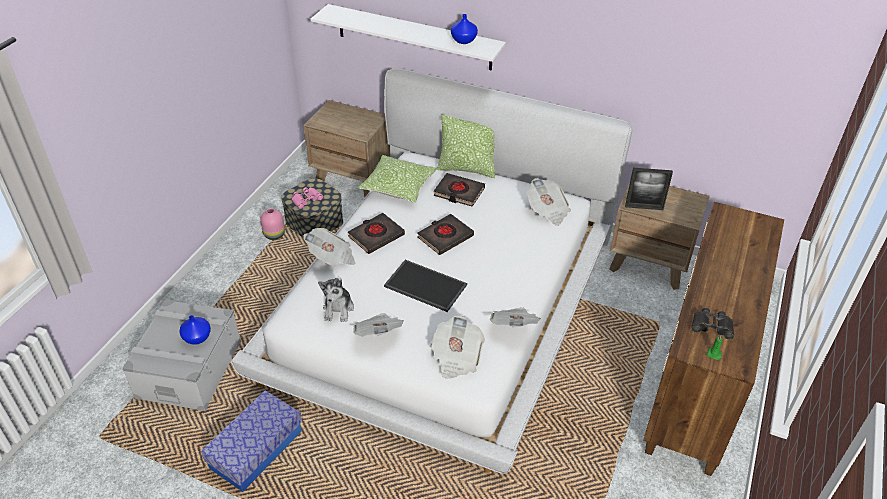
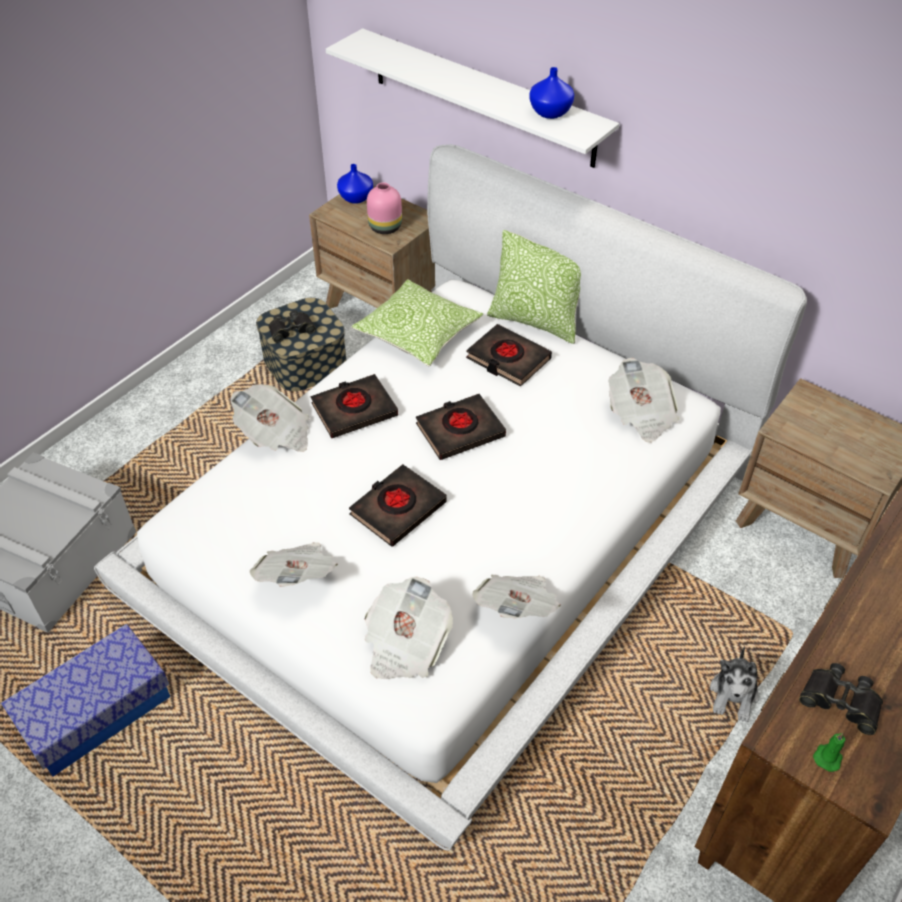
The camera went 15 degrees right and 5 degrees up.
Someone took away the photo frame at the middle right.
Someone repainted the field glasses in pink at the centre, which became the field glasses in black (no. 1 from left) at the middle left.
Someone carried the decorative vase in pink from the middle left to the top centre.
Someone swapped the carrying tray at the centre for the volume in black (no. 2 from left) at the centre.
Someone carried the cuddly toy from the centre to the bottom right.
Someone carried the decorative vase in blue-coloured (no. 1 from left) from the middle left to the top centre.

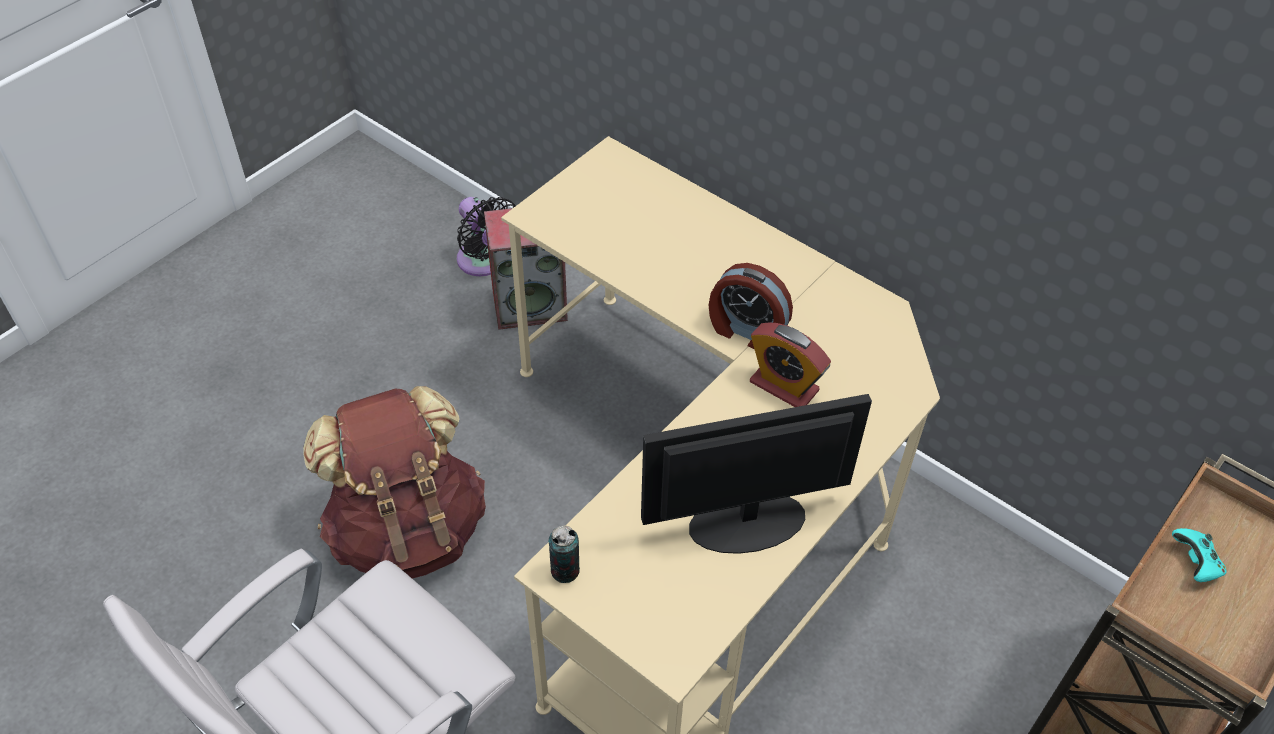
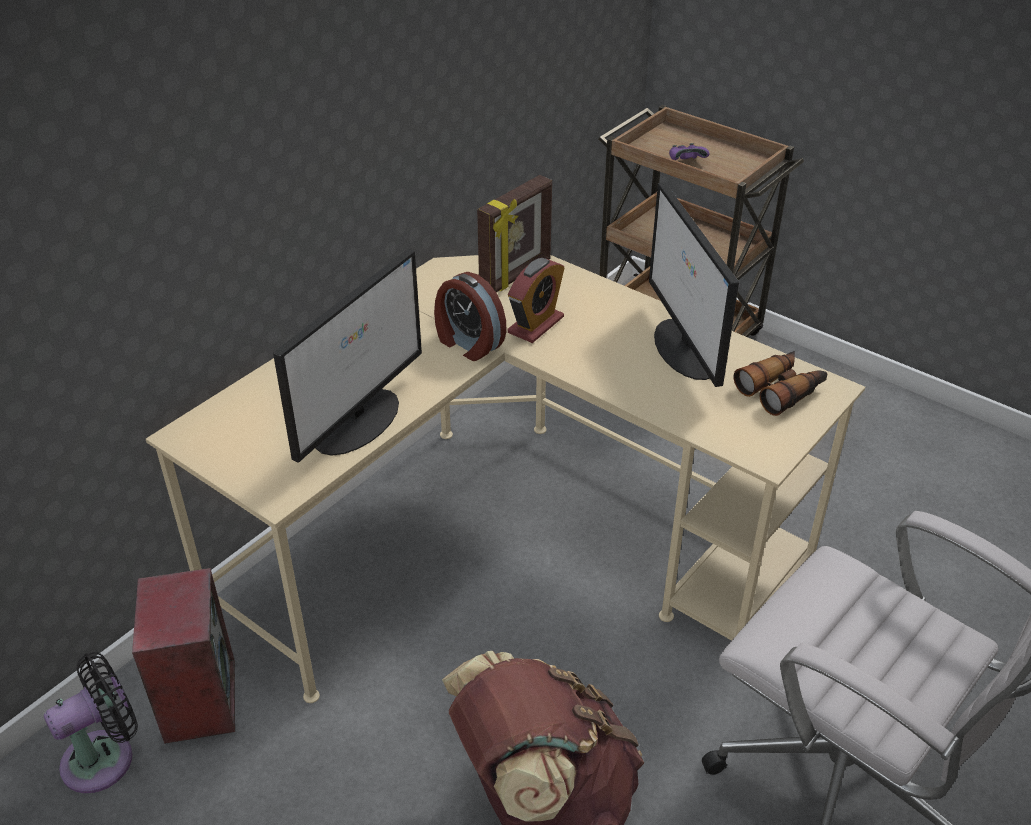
The camera went 90 degrees left and 10 degrees down.
Someone rotated the table clock (no. 1 from left) at the centre by 105 degrees clockwise.
Someone took away the sealed can at the bottom centre.
Someone repainted the game controller in blue-green at the bottom right, which became the game controller in purplish at the top right.
Someone put down the photo frame at the top centre.
Someone put down the computer display (no. 1 from left) at the centre.
Someone put down the field glasses at the middle right.

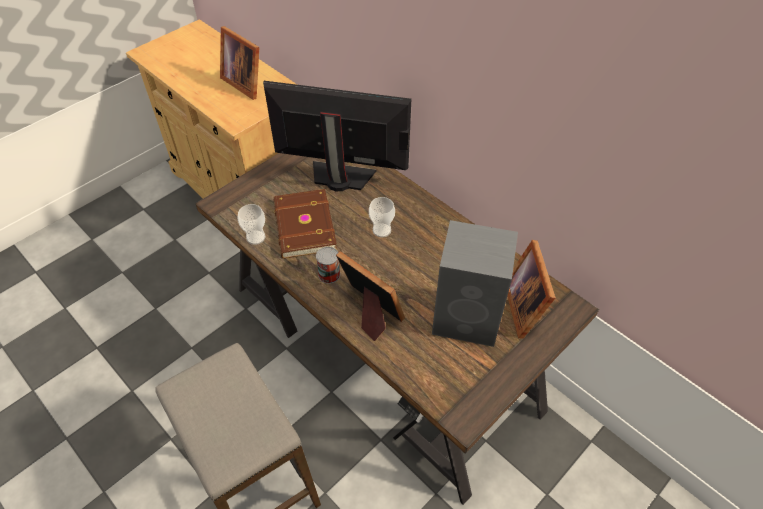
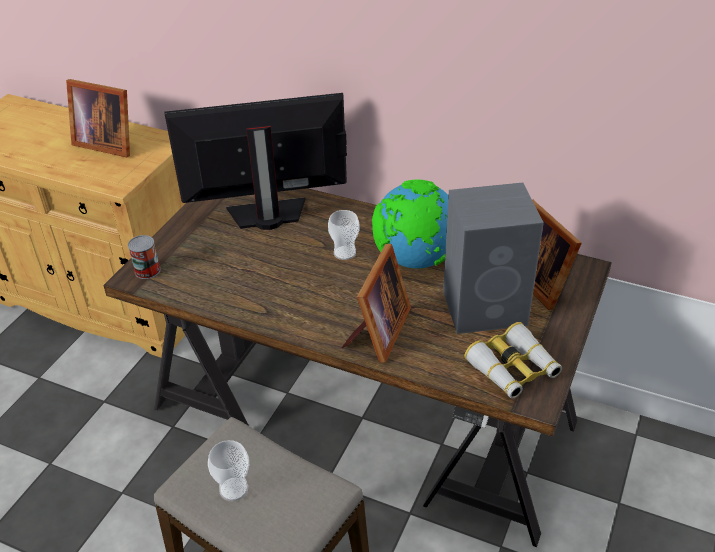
The camera went 20 degrees left and 10 degrees down.
Someone took away the volume in brown at the centre.
Someone carried the cup (no. 1 from left) from the middle left to the bottom left.
Someone carried the sealed can from the centre to the middle left.
Someone rotated the photo frame (no. 2 from left) at the centre by 90 degrees clockwise.
Someone put down the world globe at the centre.
Someone put down the field glasses at the middle right.

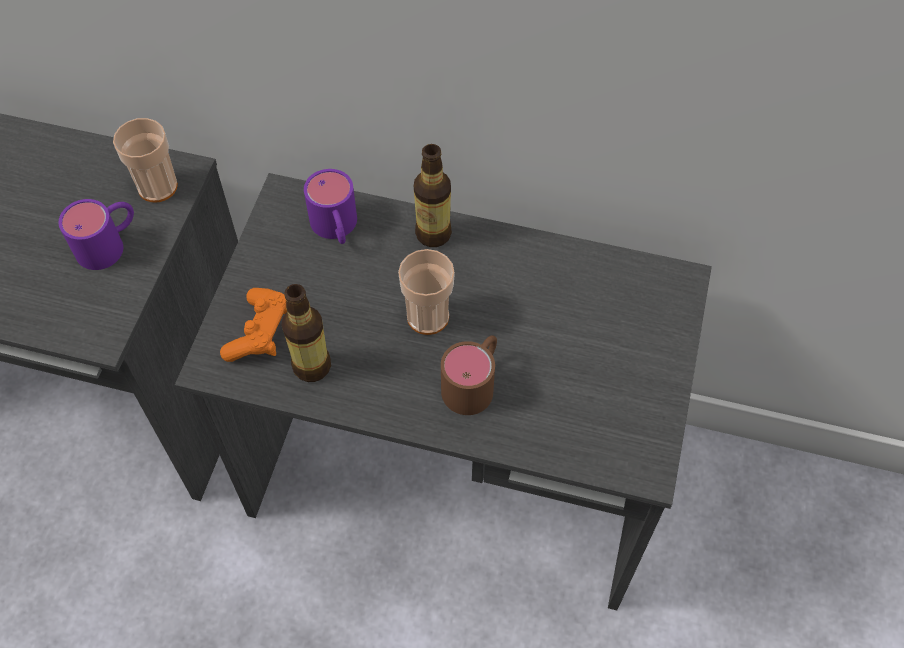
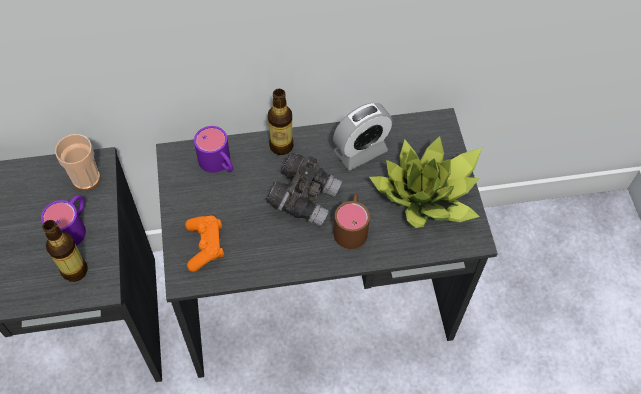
The camera went 25 degrees left and 0 degrees up.
Someone swapped the cup (no. 2 from left) at the centre for the field glasses in grey at the centre.
Someone carried the bottle (no. 1 from left) from the centre to the middle left.
Someone put down the table clock at the centre.
Someone put down the houseplant at the centre.

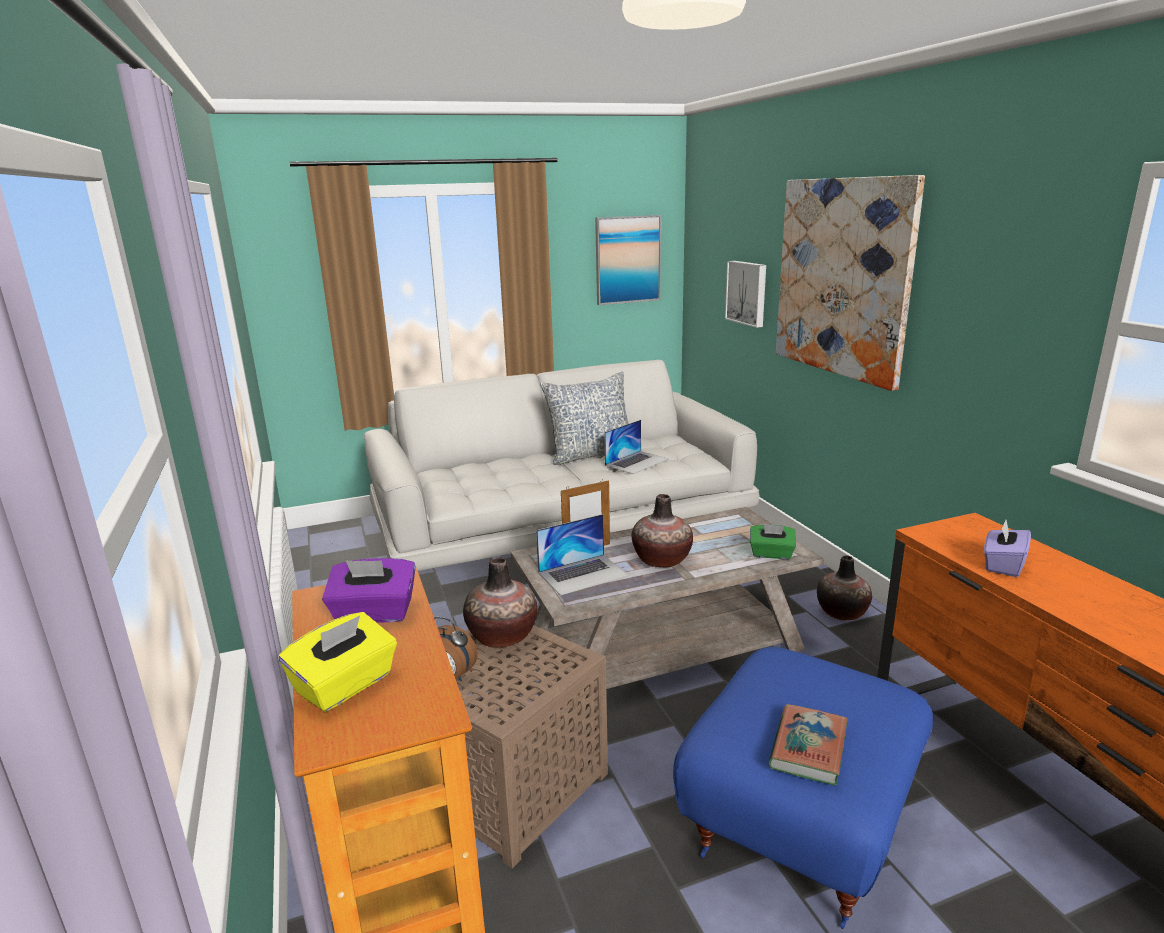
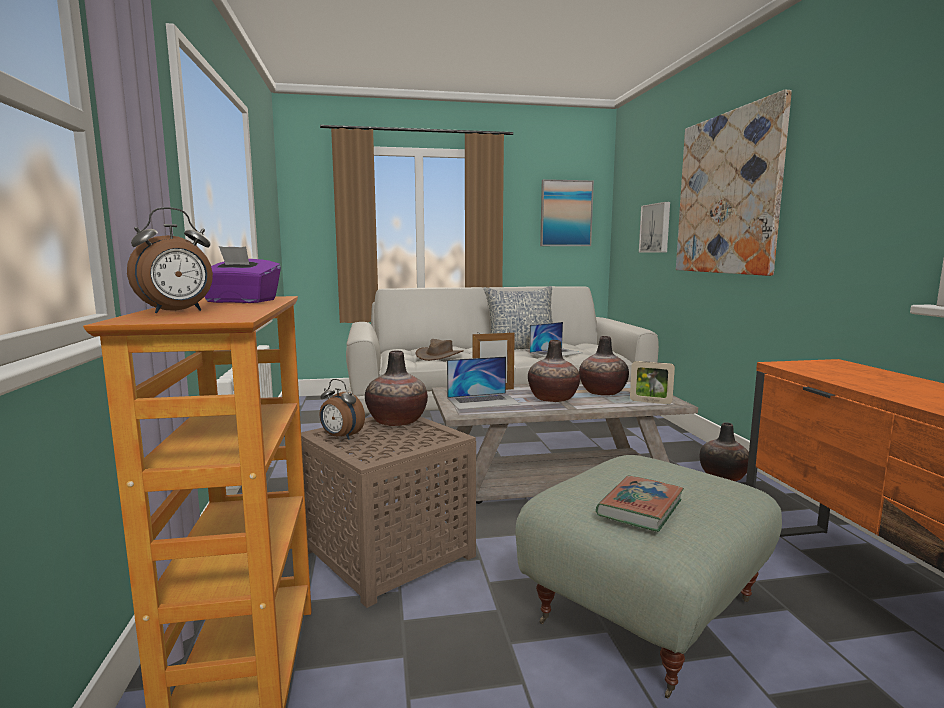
The camera went 10 degrees right and 10 degrees down.
Someone took away the box of tissues in purplish (no. 2 from left) at the middle right.
Someone swapped the box of tissues in green-coloured at the centre for the photo frame (no. 2 from left) at the middle right.
Someone swapped the box of tissues in yellowish at the bottom left for the table clock (no. 1 from left) at the middle left.
Someone repainted the footrest in blue-coloured at the bottom right, which became the footrest in grey at the bottom right.
Someone put down the decorative vase (no. 3 from left) at the centre.
Someone put down the clothing hat in brown at the centre.

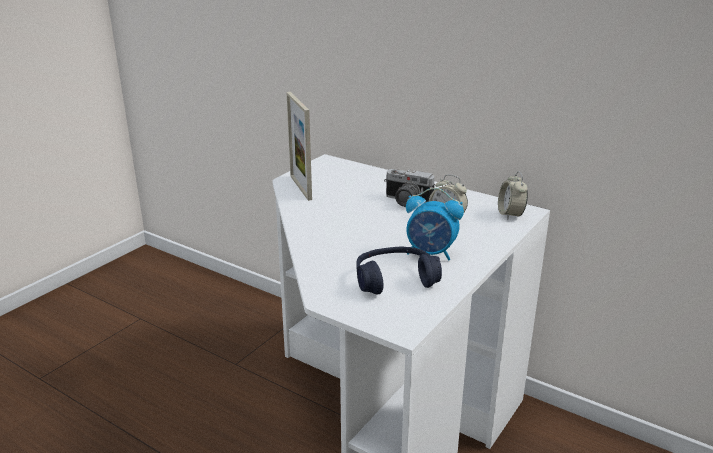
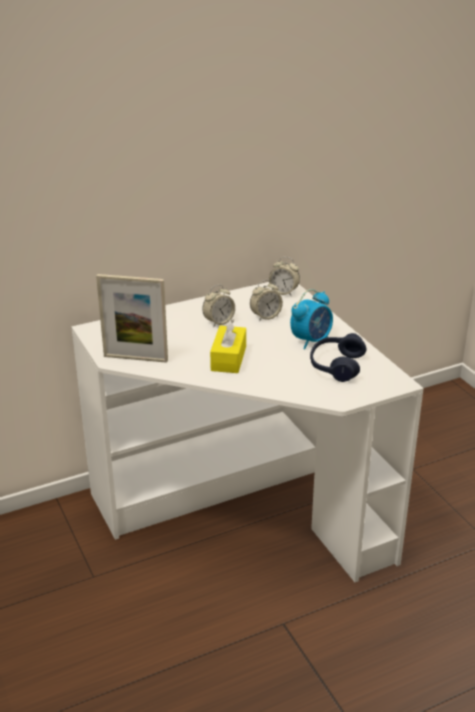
The camera went 60 degrees left and 5 degrees up.
Someone swapped the still camera at the centre for the table clock (no. 1 from left) at the centre.
Someone put down the box of tissues in yellowish at the centre.

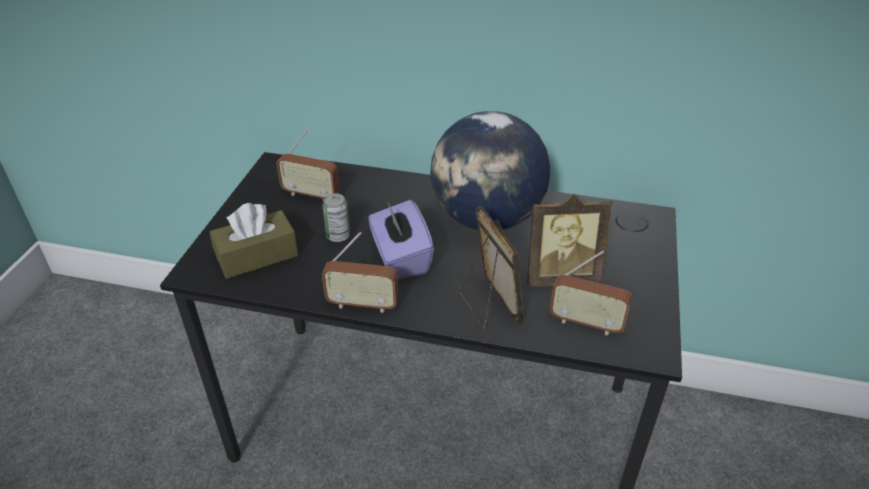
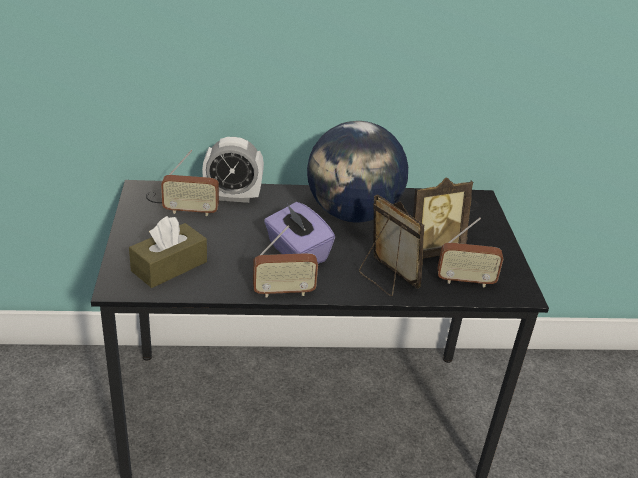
The camera went 20 degrees left and 5 degrees down.
Someone took away the sealed can at the centre.
Someone put down the table clock at the centre.

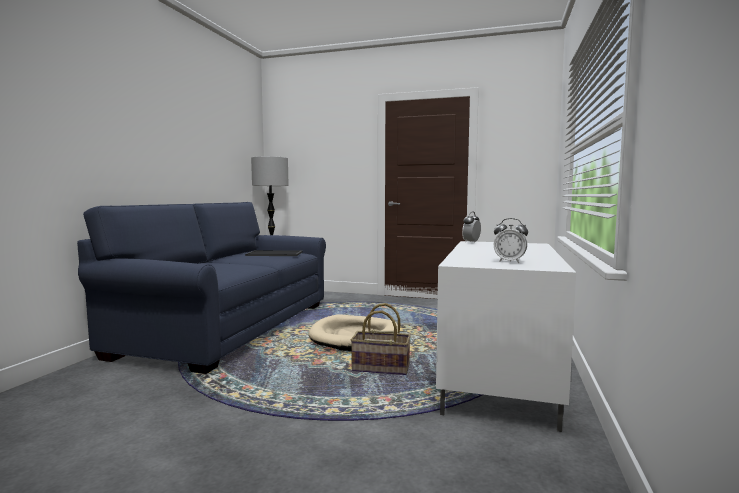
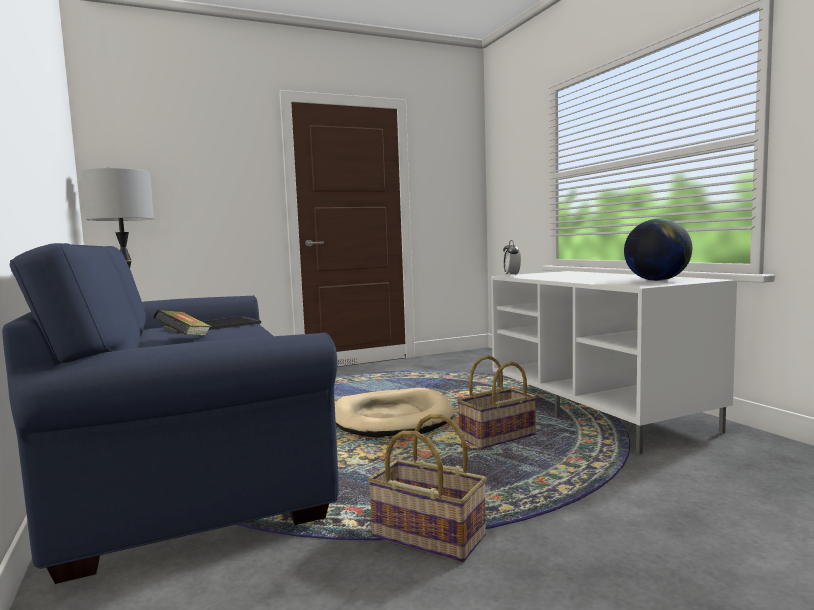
The camera went 40 degrees left and 0 degrees up.
Someone swapped the table clock (no. 2 from left) at the middle right for the world globe at the middle right.
Someone put down the volume at the middle left.
Someone put down the basket (no. 1 from left) at the bottom centre.

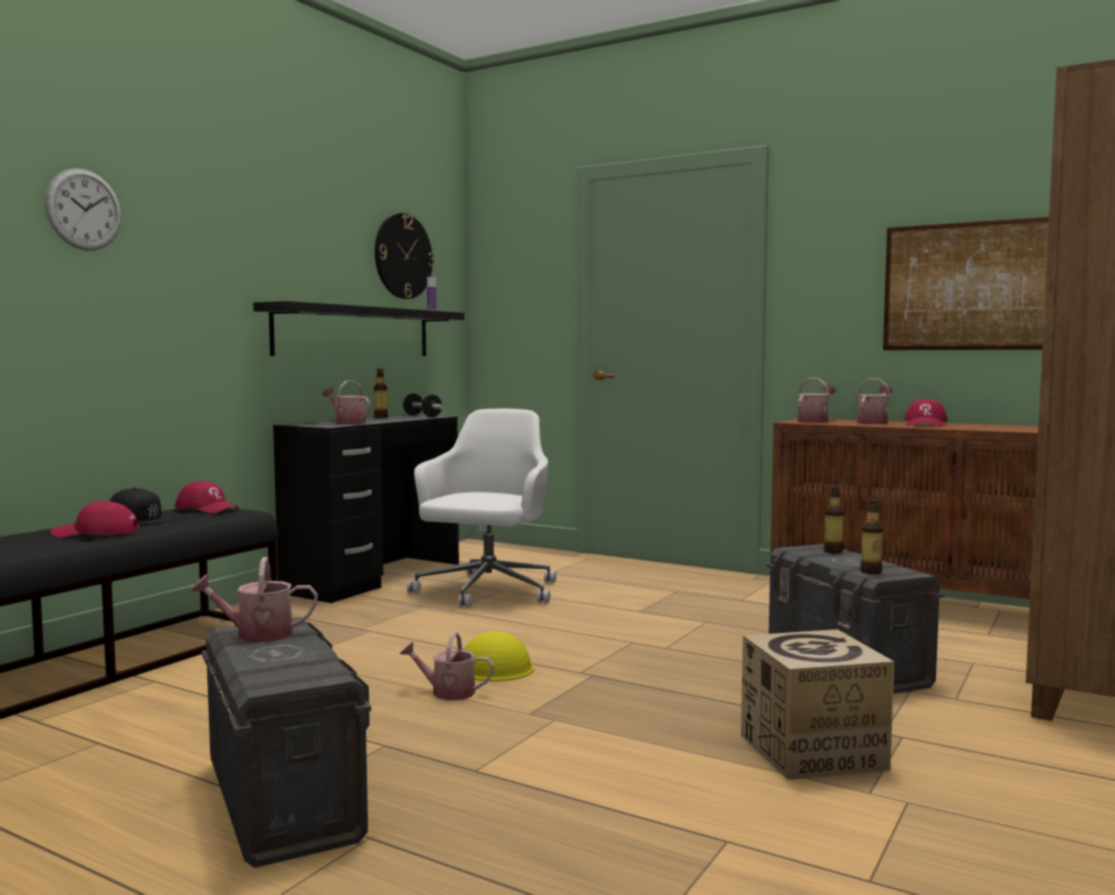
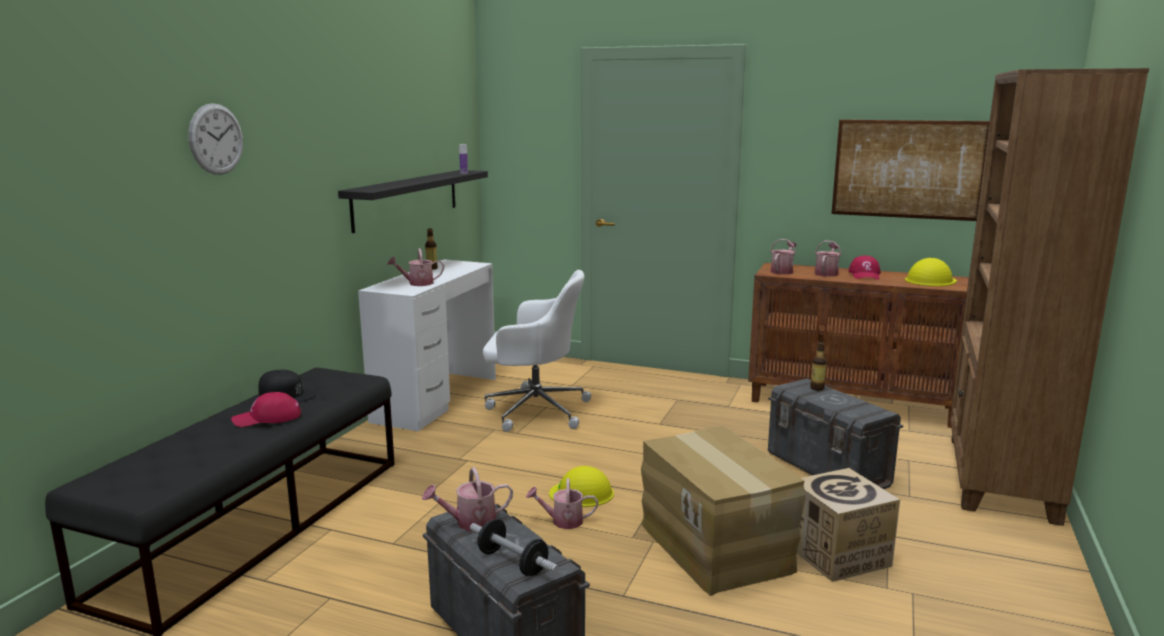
The camera went 10 degrees left and 10 degrees up.
Someone took away the clock on the wall (no. 2 from left) at the top centre.
Someone rotated the watering pot (no. 2 from left in the first image) at the middle left by 45 degrees counterclockwise.
Someone carried the dumbbell from the centre to the bottom centre.
Someone rotated the computer chair in whitish at the centre by 90 degrees clockwise.
Someone repainted the desk in black at the middle left, which became the desk in whitish at the centre.
Someone took away the cap in red-coloured (no. 2 from left) at the middle left.
Someone took away the bottle (no. 4 from left) at the middle right.
Someone put down the safety helmet in yellowish (no. 2 from left) at the middle right.
Someone put down the cardboard box (no. 1 from left) at the bottom centre.

